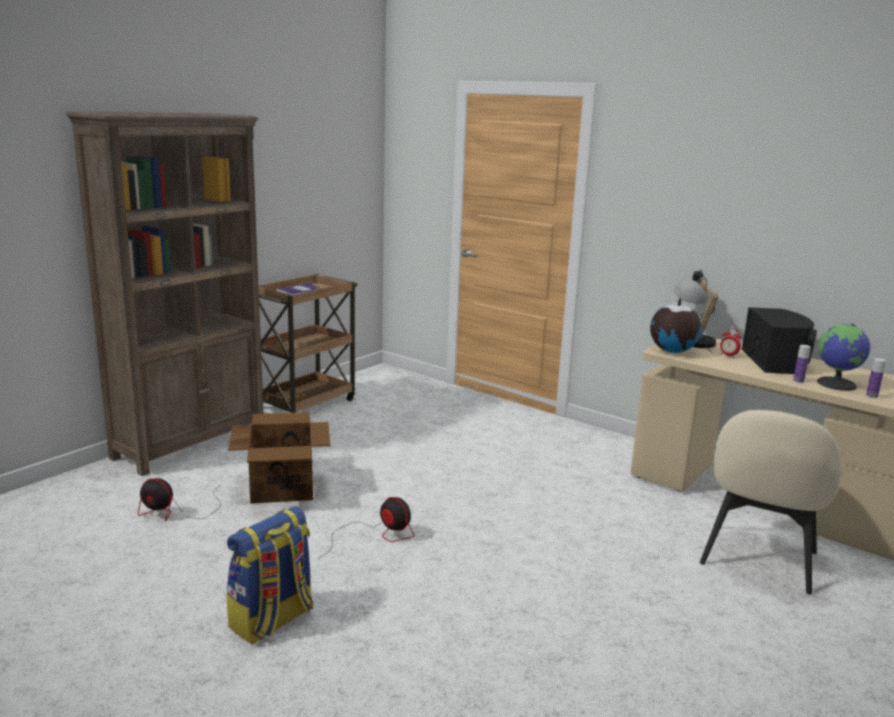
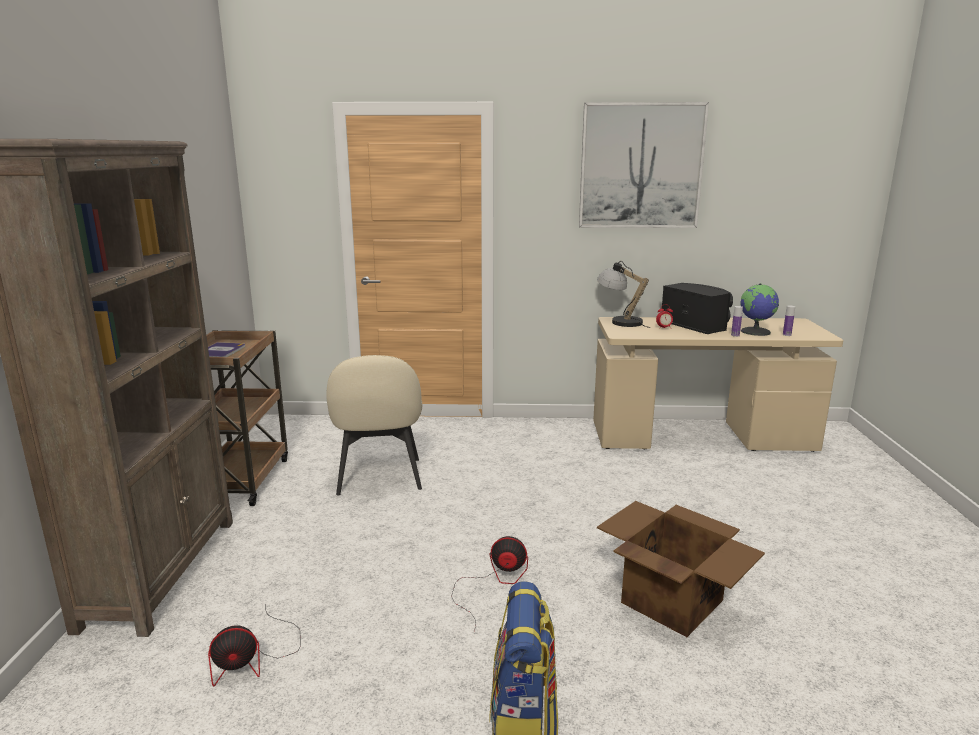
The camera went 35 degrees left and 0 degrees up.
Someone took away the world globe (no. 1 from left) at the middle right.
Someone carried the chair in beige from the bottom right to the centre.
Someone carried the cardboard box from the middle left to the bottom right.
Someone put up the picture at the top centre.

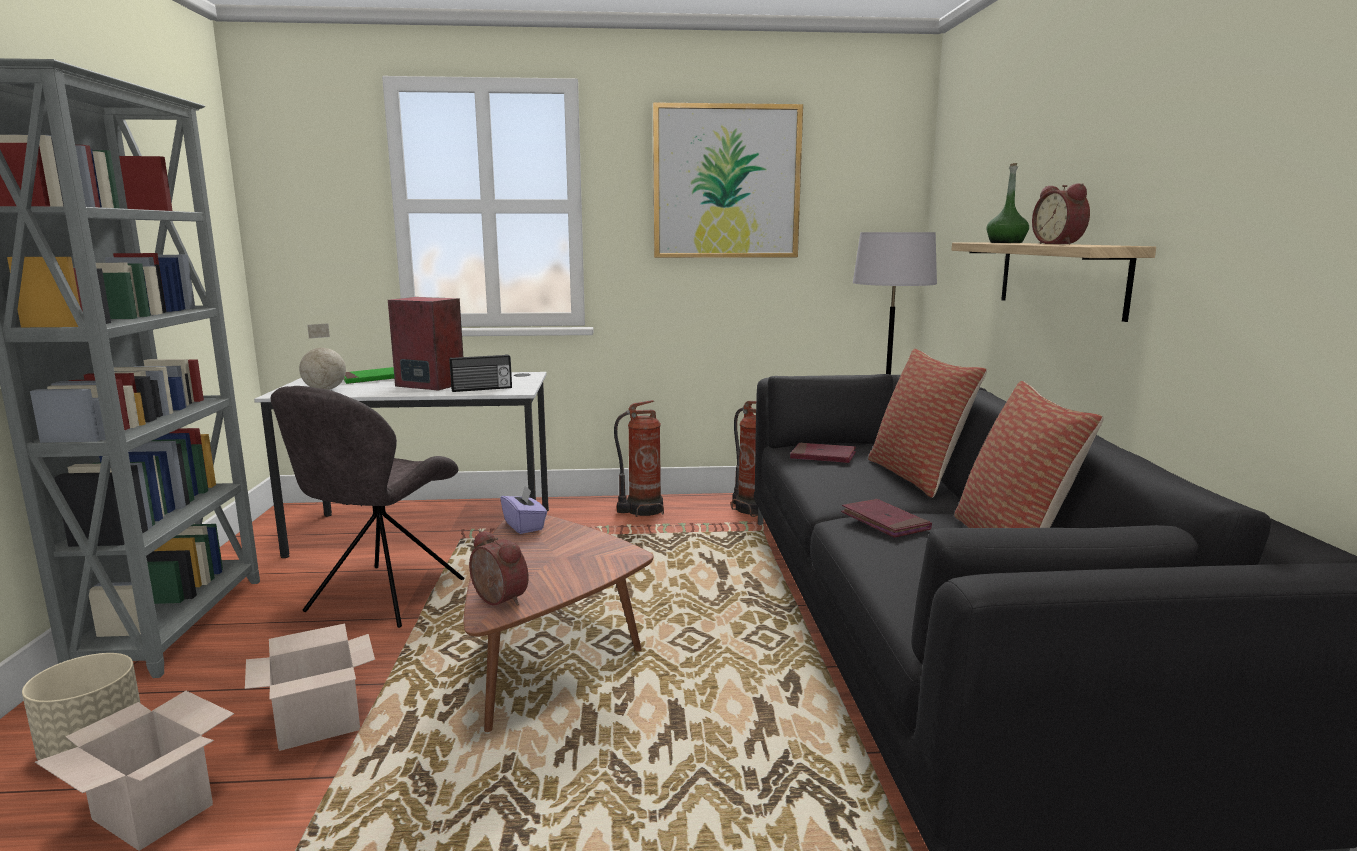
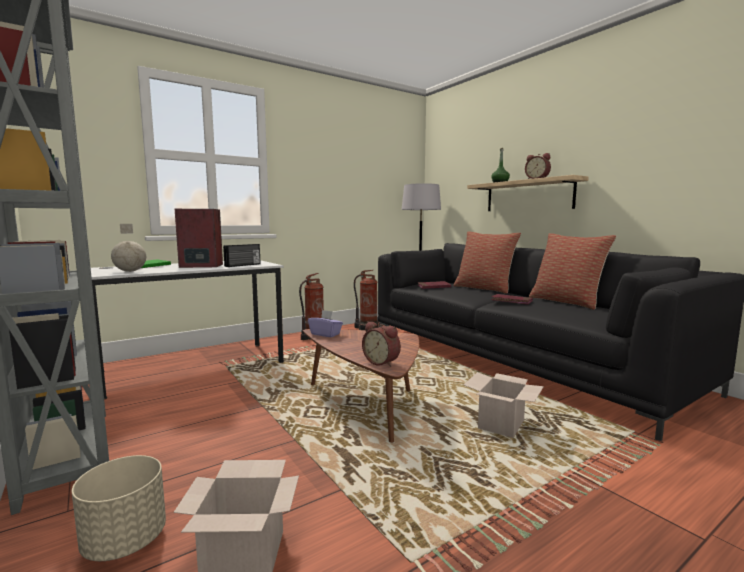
The camera went 30 degrees left and 5 degrees down.
Someone took away the picture at the top centre.
Someone took away the chair in grey at the middle left.
Someone rotated the table clock (no. 1 from left) at the bottom centre by 150 degrees counterclockwise.
Someone carried the cardboard box (no. 2 from left) from the bottom left to the bottom right.

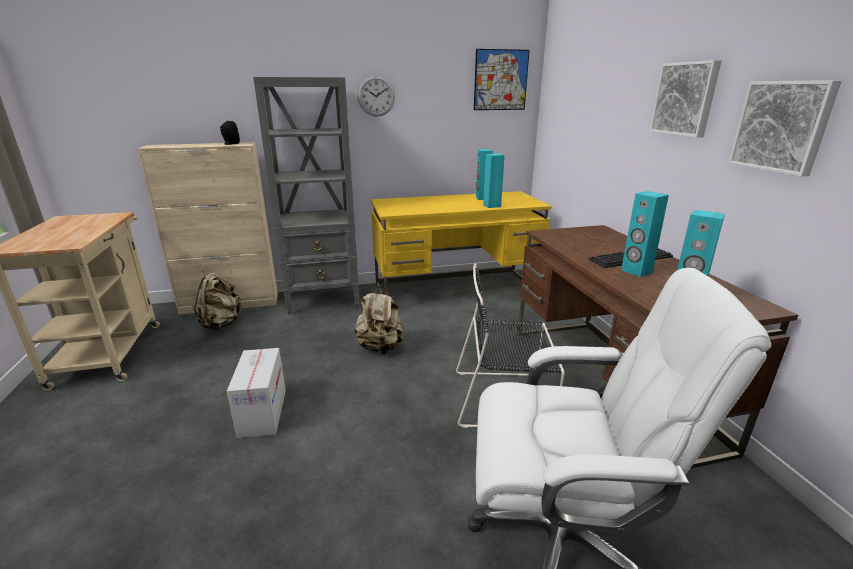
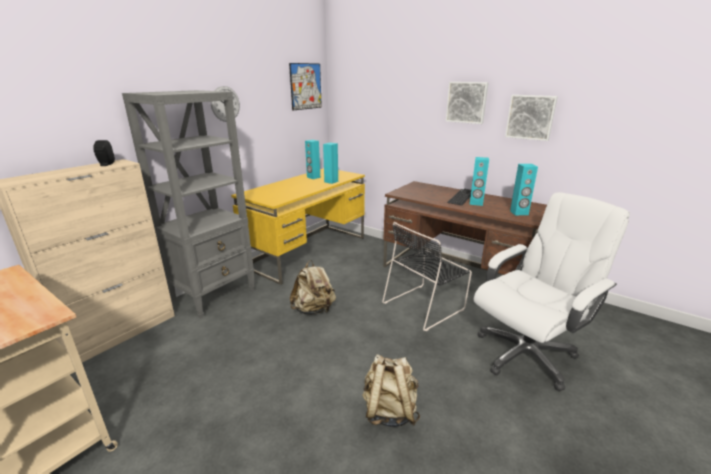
The camera went 40 degrees left and 0 degrees up.
Someone carried the backpack in beige (no. 1 from left in the first image) from the middle left to the bottom centre.
Someone took away the cardboard box at the bottom left.

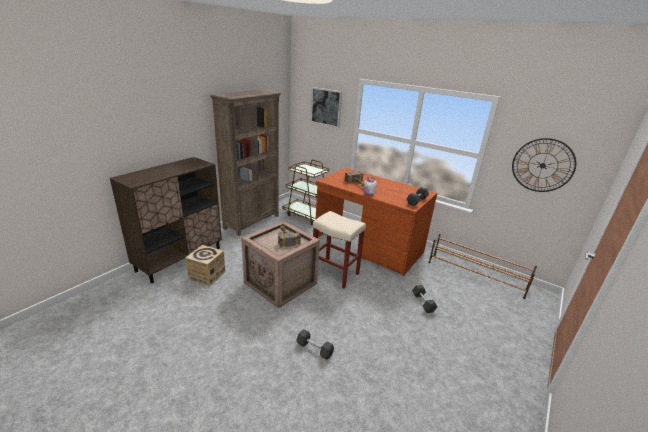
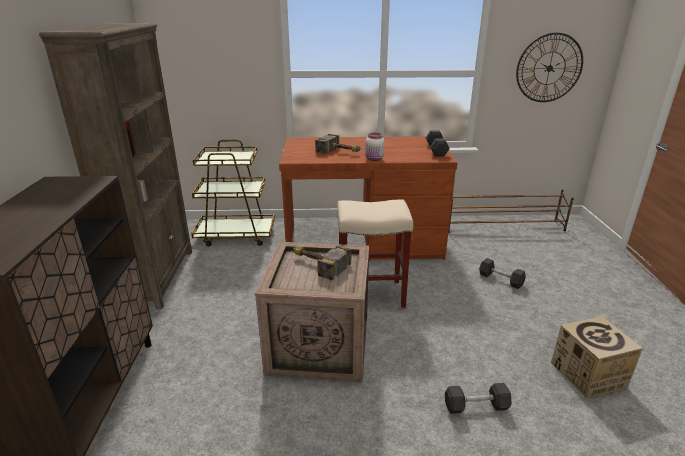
The camera went 35 degrees left and 0 degrees up.
Someone took away the picture at the top centre.
Someone carried the cardboard box from the middle left to the bottom right.

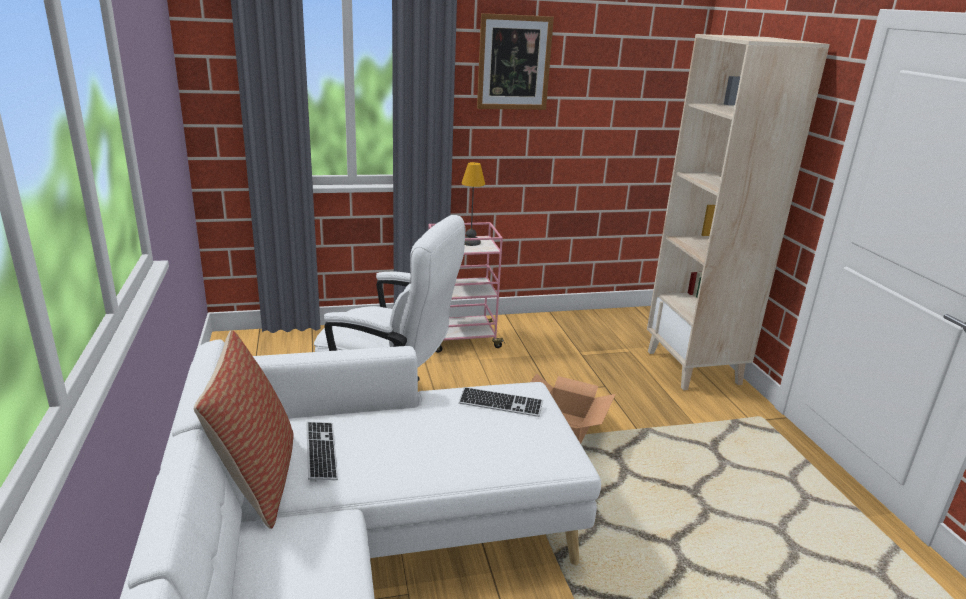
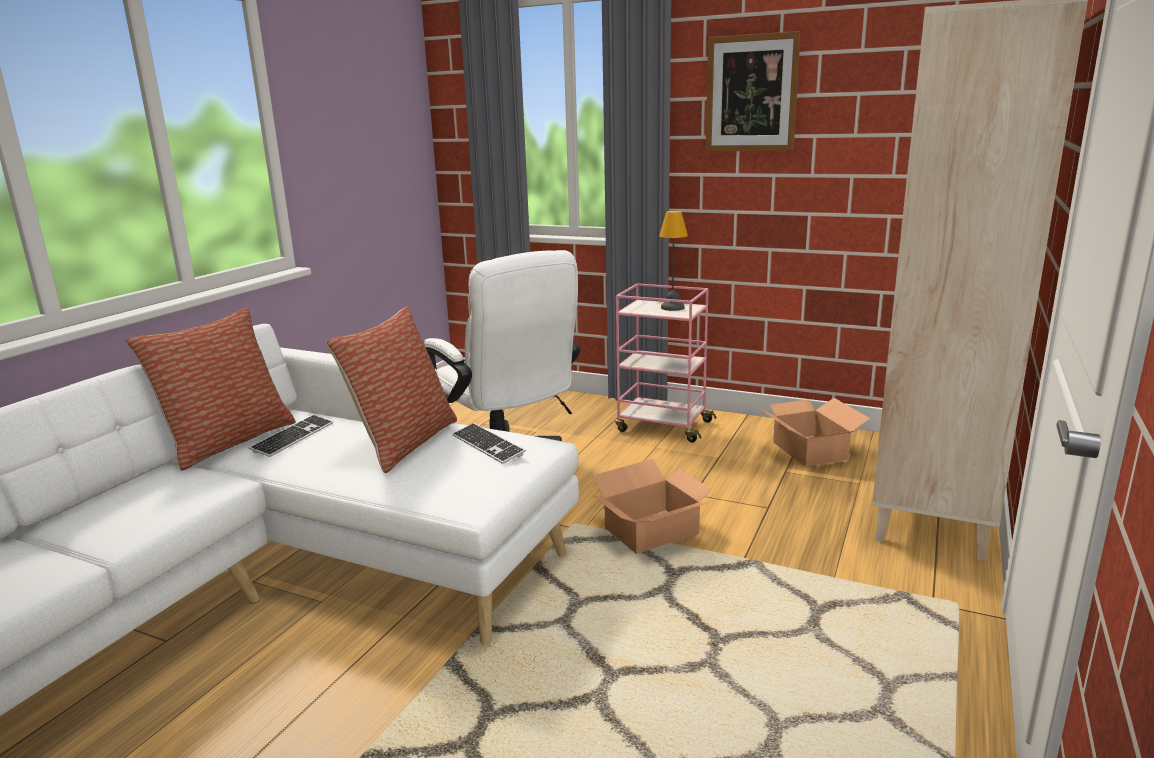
The camera went 40 degrees right and 5 degrees down.
Someone put down the pillow (no. 2 from left) at the centre.
Someone put down the cardboard box (no. 2 from left) at the middle right.

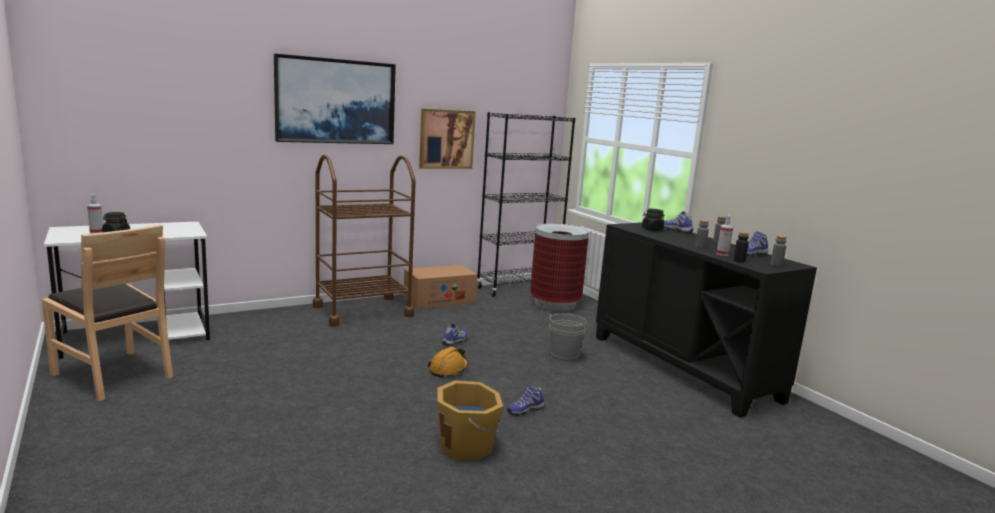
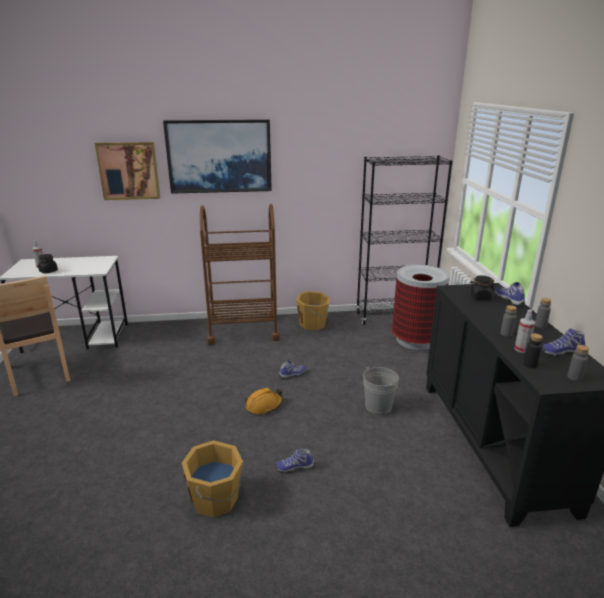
The camera went 25 degrees right and 10 degrees up.
Someone carried the picture (no. 2 from left in the first image) from the top centre to the top left.
Someone swapped the cardboard box at the centre for the water bucket in orangey (no. 2 from left) at the centre.

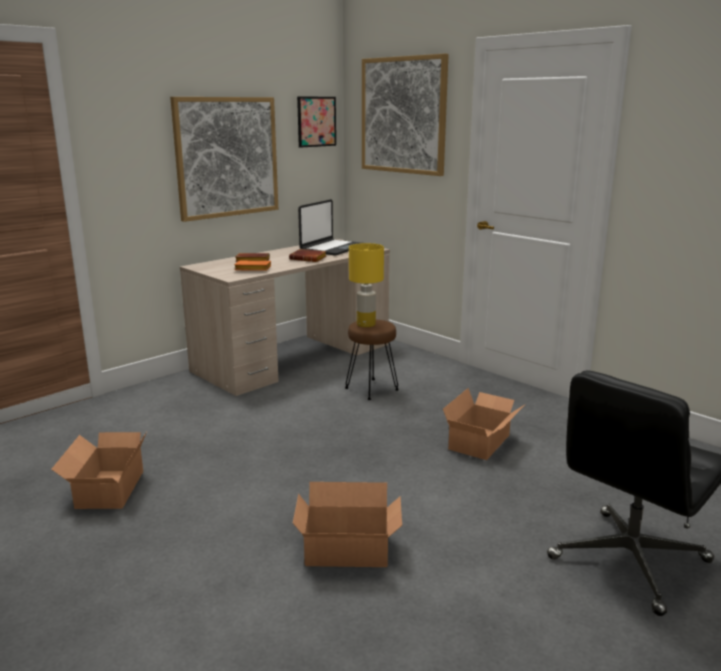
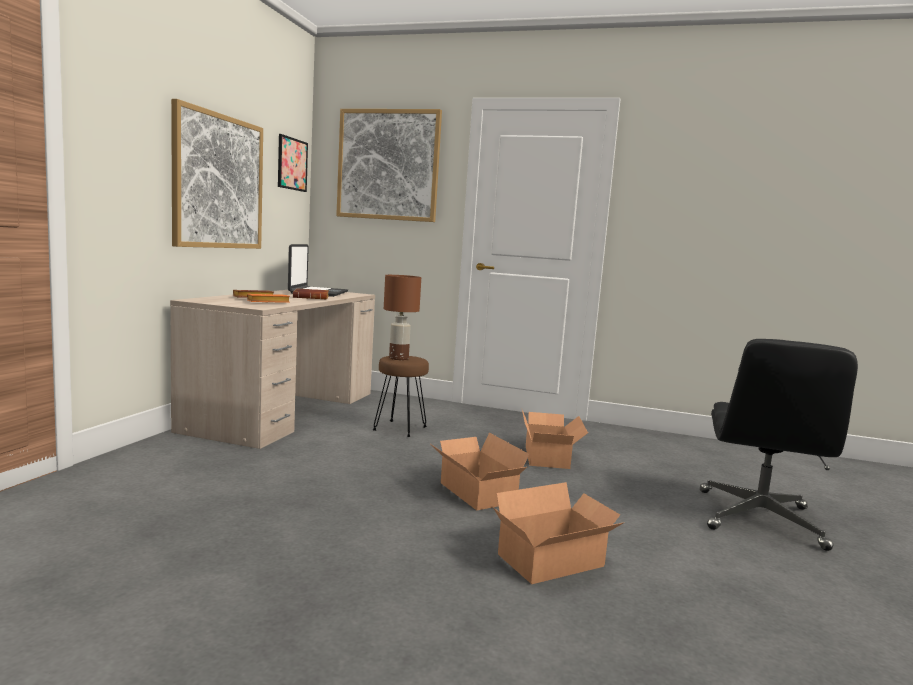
The camera went 30 degrees left and 10 degrees down.
Someone repainted the lamp for a table in yellowish at the centre, which became the lamp for a table in brown at the centre.
Someone carried the cardboard box (no. 1 from left) from the bottom left to the bottom centre.

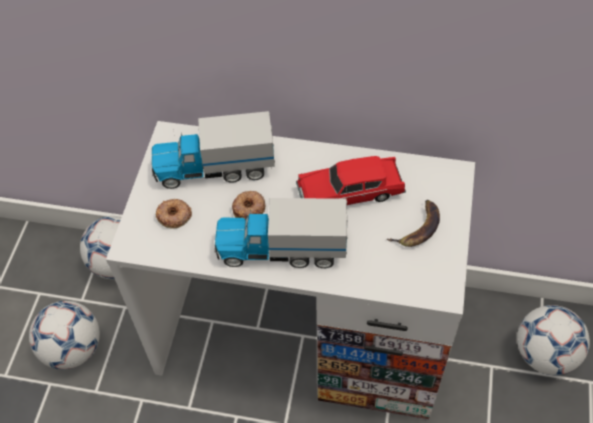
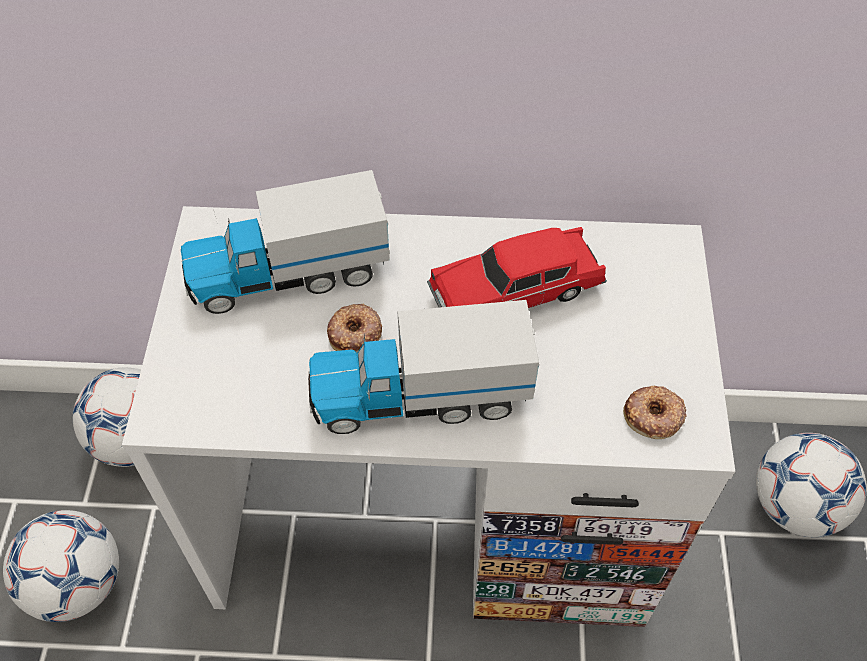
The camera went 10 degrees left and 0 degrees up.
Someone carried the doughnut (no. 1 from left in the first image) from the middle left to the middle right.
Someone took away the whole banana at the middle right.

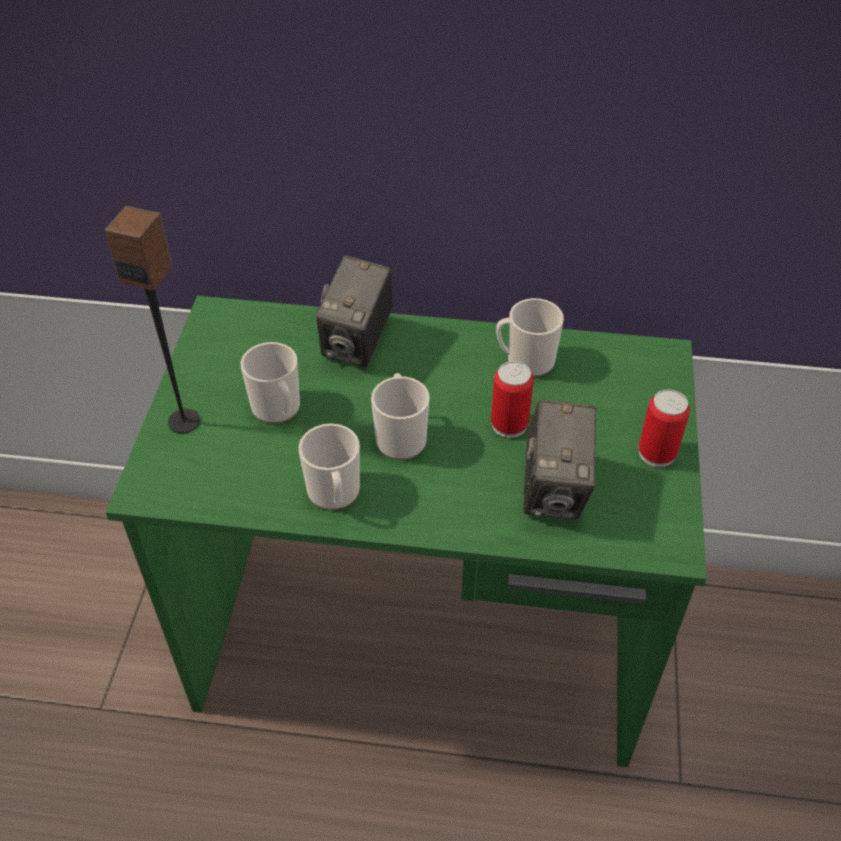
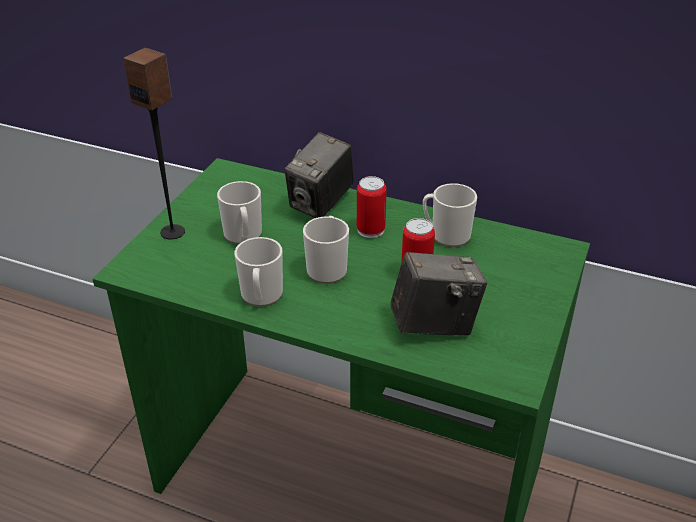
The camera went 15 degrees right and 10 degrees down.
Someone carried the sealed can (no. 2 from left in the first image) from the middle right to the centre.
Someone rotated the still camera (no. 2 from left) at the centre by 120 degrees counterclockwise.

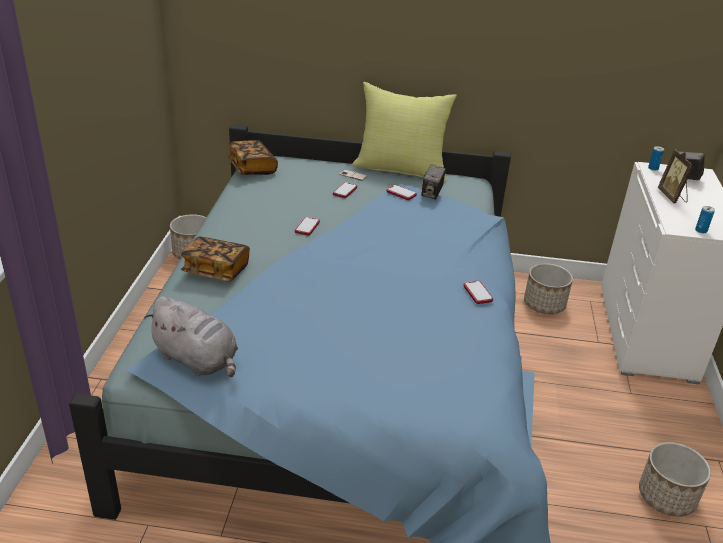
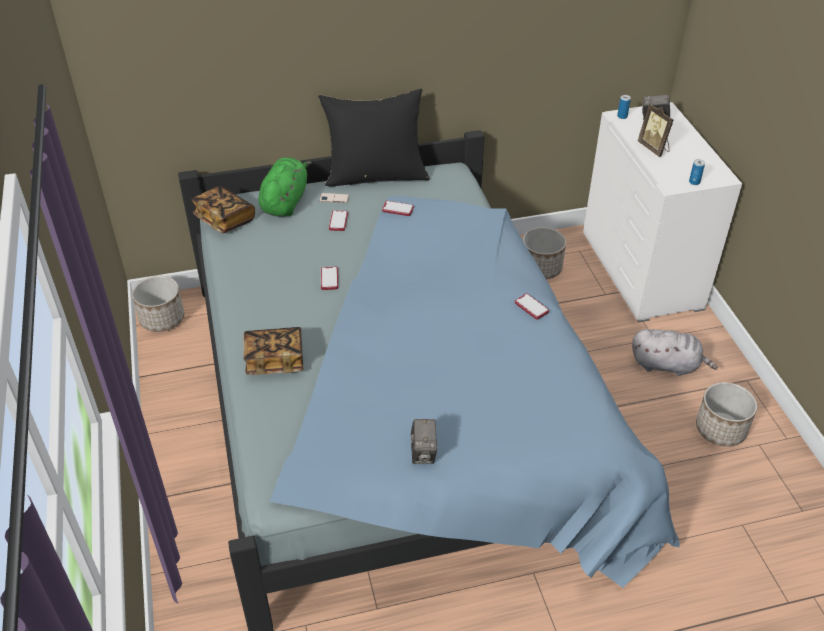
The camera went 20 degrees left and 10 degrees up.
Someone repainted the pillow in yellowish at the top centre, which became the pillow in black at the top centre.
Someone carried the still camera (no. 1 from left) from the centre to the bottom centre.
Someone carried the cuddly toy in grey from the middle left to the middle right.
Someone put down the cuddly toy in green-coloured at the top centre.

